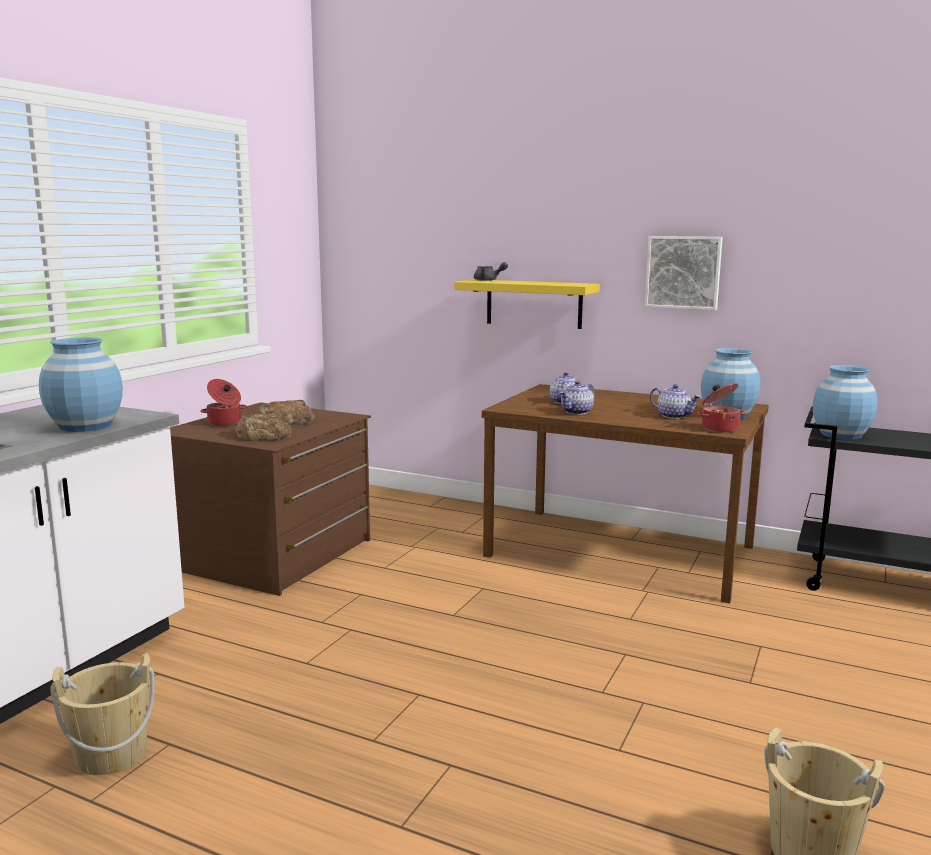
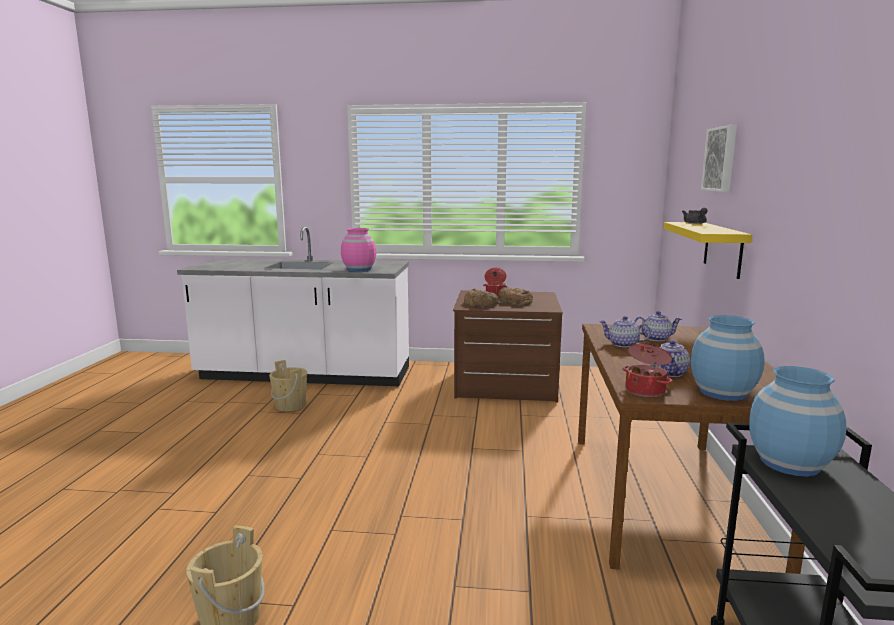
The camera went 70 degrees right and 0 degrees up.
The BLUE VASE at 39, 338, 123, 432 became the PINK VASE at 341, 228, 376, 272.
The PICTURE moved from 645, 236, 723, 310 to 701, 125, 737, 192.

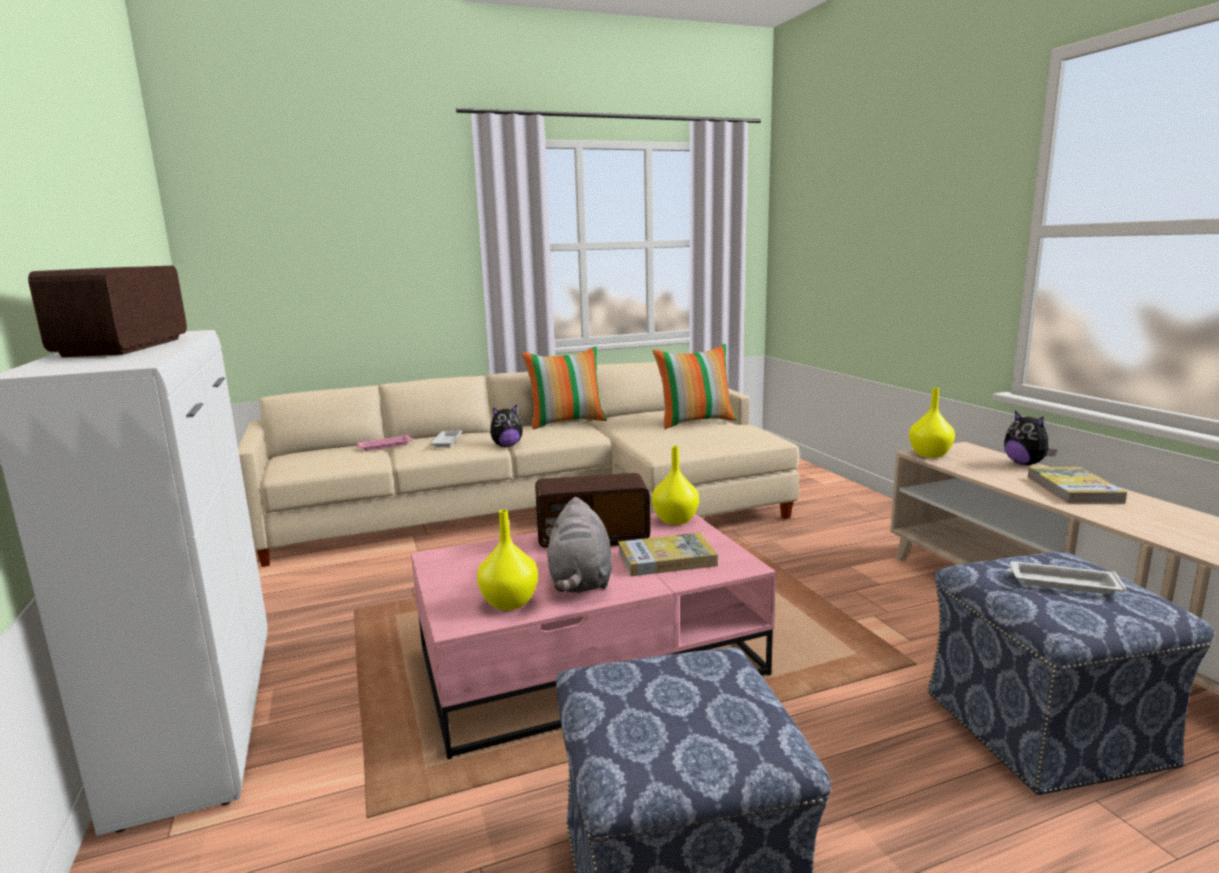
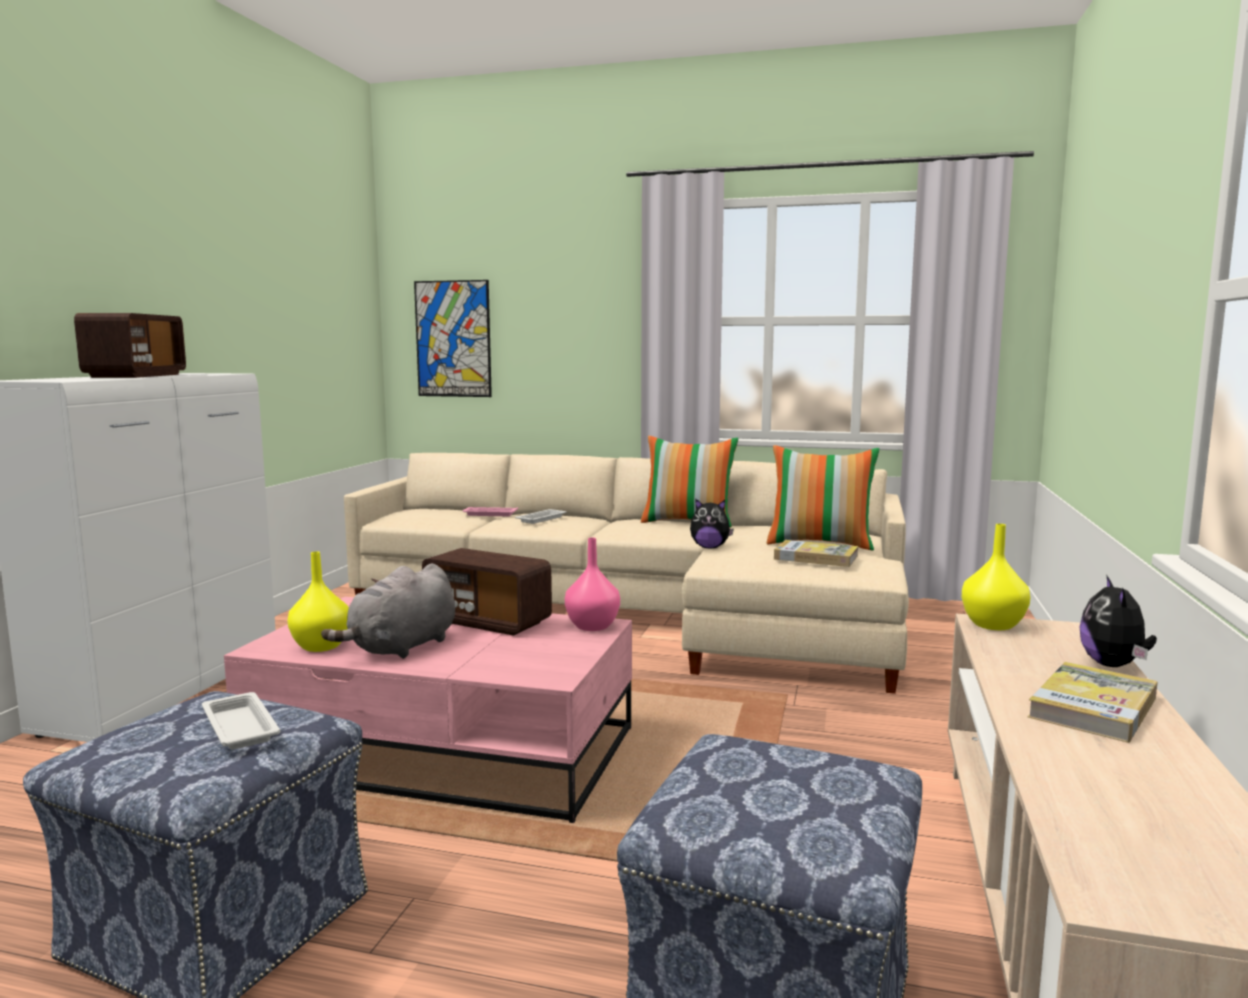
The camera went 35 degrees right and 5 degrees down.
The RADIO at 28, 266, 187, 357 turned 150 degrees clockwise.
The PLUSH TOY moved from 490, 405, 523, 447 to 690, 499, 734, 548.
The BOOK moved from 618, 533, 718, 576 to 774, 540, 858, 567.
The YELLOW VASE at 652, 446, 699, 525 became the PINK VASE at 565, 538, 620, 631.
The WHITE TRAY moved from 1007, 561, 1127, 594 to 202, 692, 280, 750.
The PICTURE at 414, 280, 492, 397 appeared.

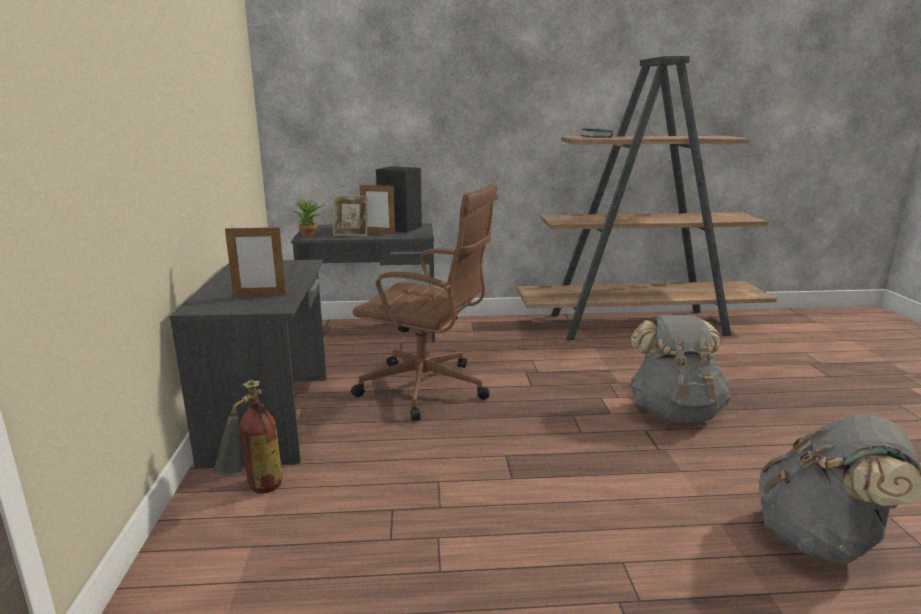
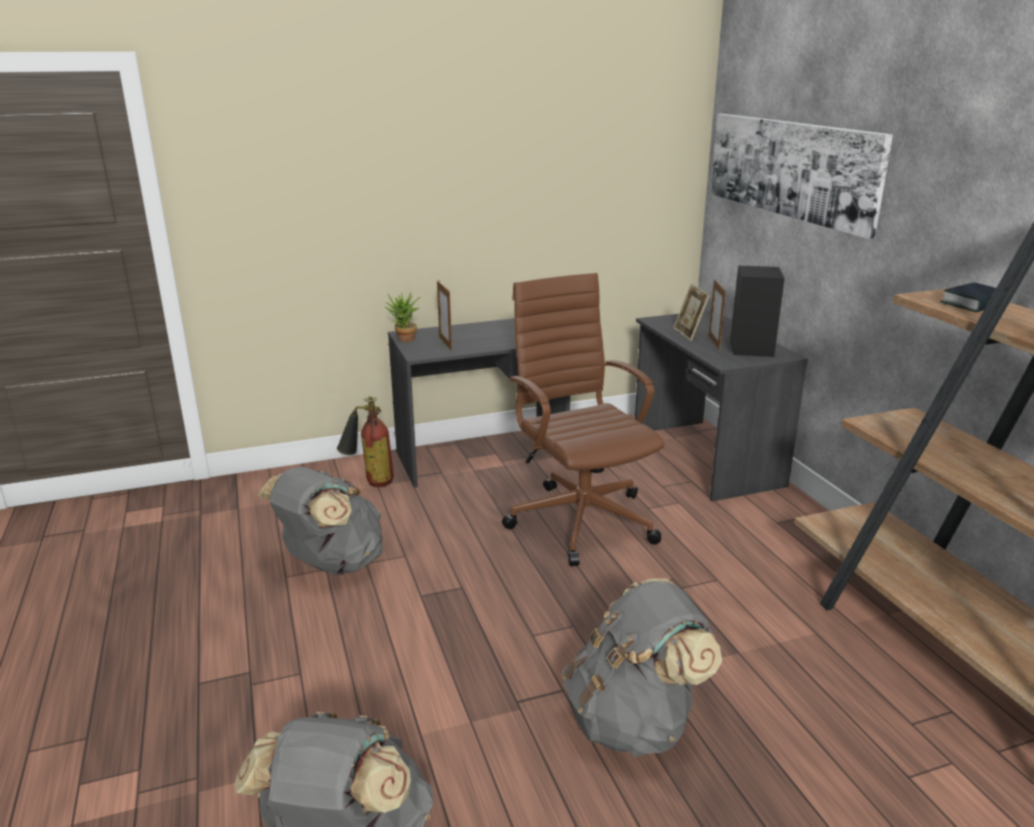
The camera went 75 degrees right and 5 degrees up.
The POTTED PLANT moved from 292, 197, 324, 238 to 384, 293, 420, 342.
The BROWN OFFICE CHAIR at 351, 183, 498, 421 turned 150 degrees clockwise.
The GREY BACKPACK at 258, 467, 383, 575 appeared.
The PICTURE at 710, 114, 893, 239 appeared.

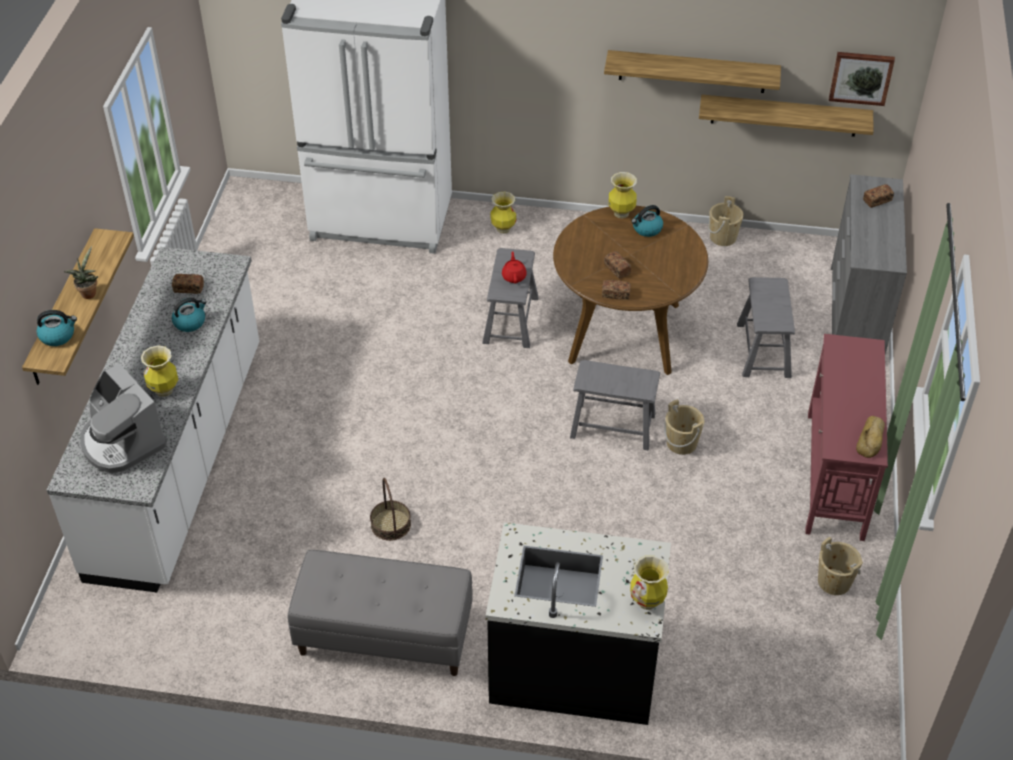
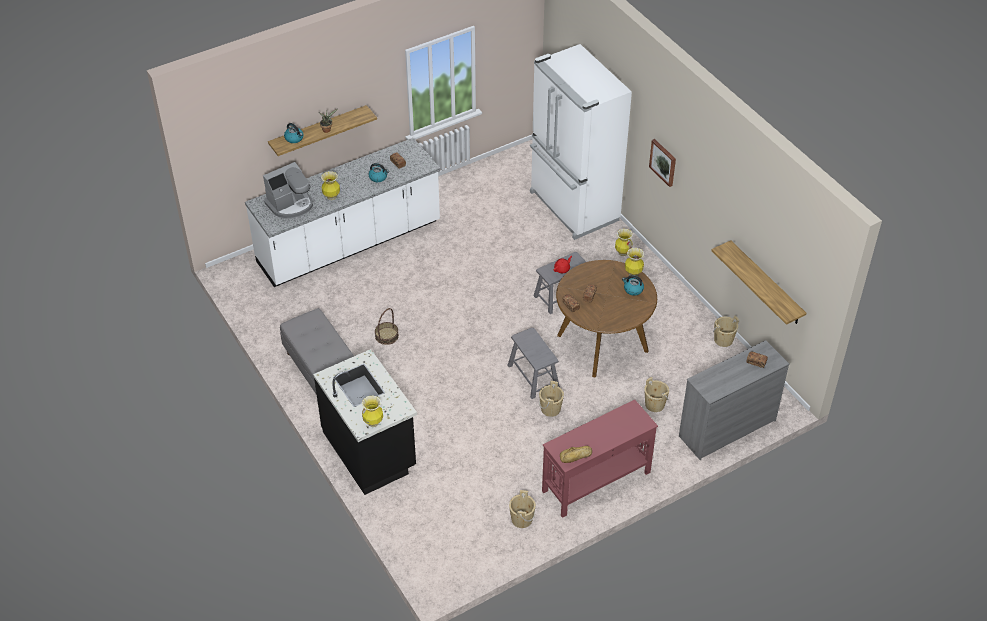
The camera went 50 degrees right and 0 degrees up.
The COFFEE MACHINE at 80, 363, 167, 473 turned 135 degrees counterclockwise.
The SHELF at 604, 50, 781, 93 disappeared.
The GREY STOOL at 737, 277, 795, 378 was replaced by the BEIGE BUCKET at 644, 377, 669, 412.
The PICTURE moved from 829, 52, 895, 106 to 649, 139, 676, 187.

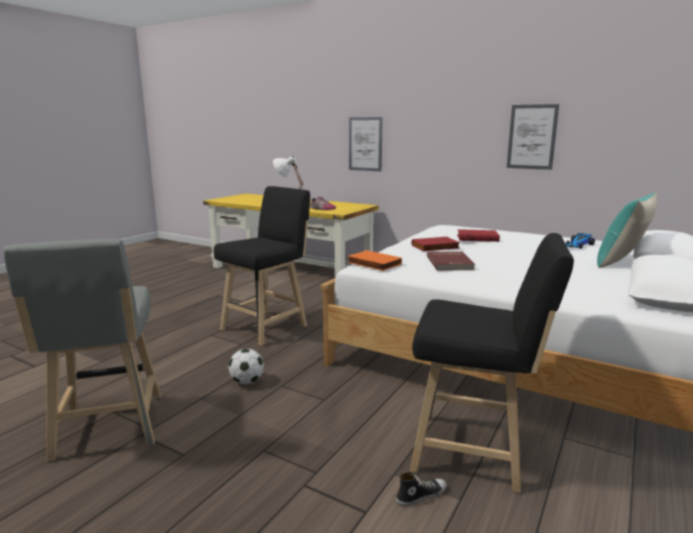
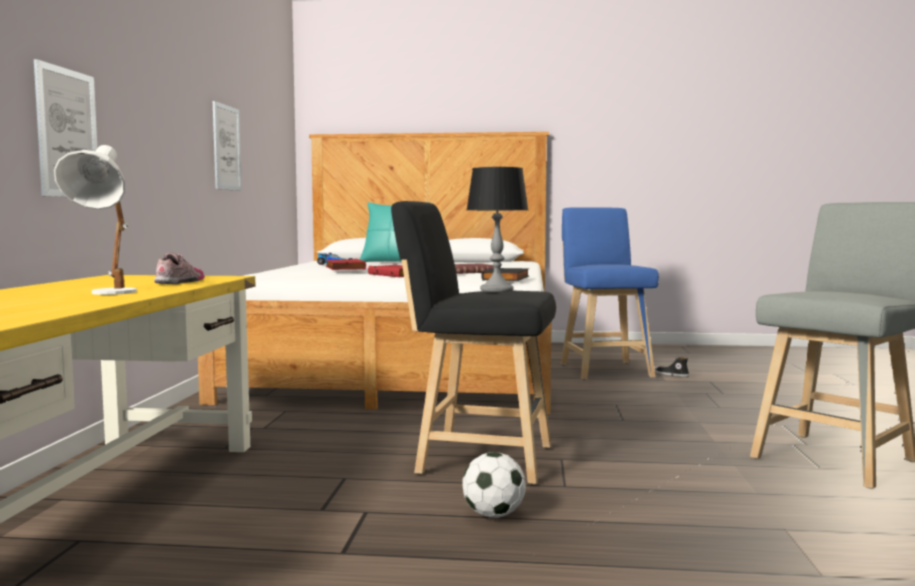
The camera went 115 degrees left and 10 degrees down.
The FOOTBALL moved from 228, 349, 264, 384 to 462, 452, 526, 518.
The ORANGE BOOK at 347, 250, 402, 271 became the BLACK BOOK at 481, 268, 529, 281.
The BLACK STOOL at 410, 233, 574, 493 became the BLUE STOOL at 561, 207, 659, 380.
The TABLE LAMP at 466, 167, 528, 292 appeared.

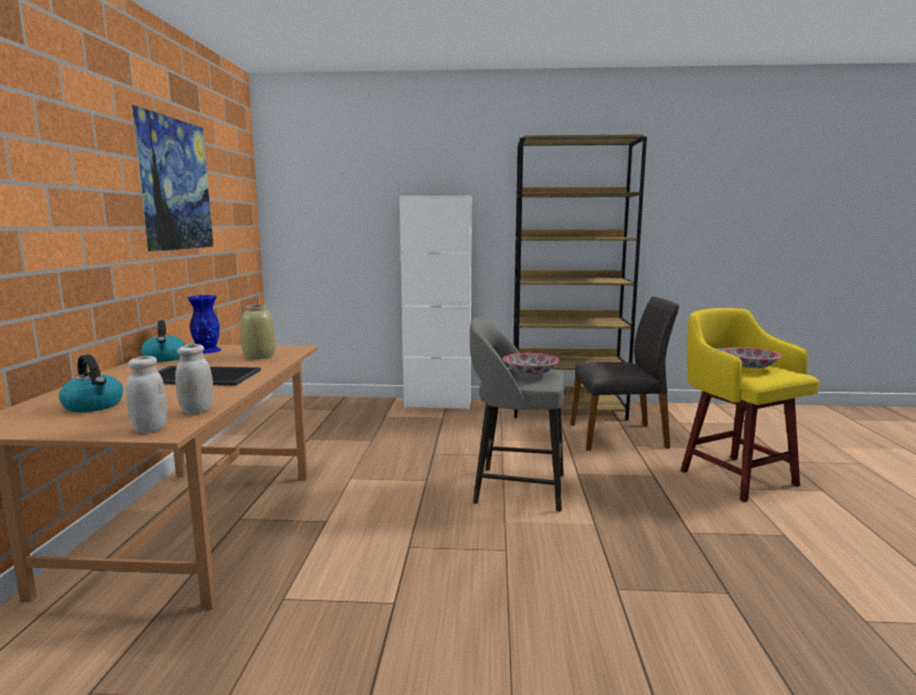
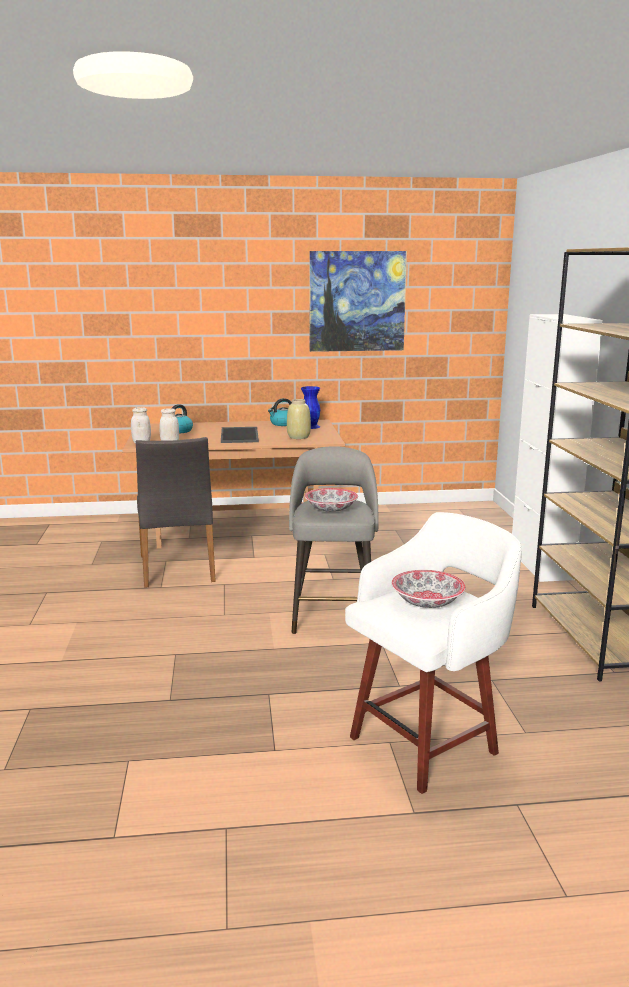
The camera went 80 degrees right and 5 degrees up.
The GREY CHAIR moved from 570, 296, 680, 450 to 136, 437, 216, 588.
The YELLOW STOOL at 680, 308, 820, 502 became the WHITE STOOL at 345, 512, 522, 794.

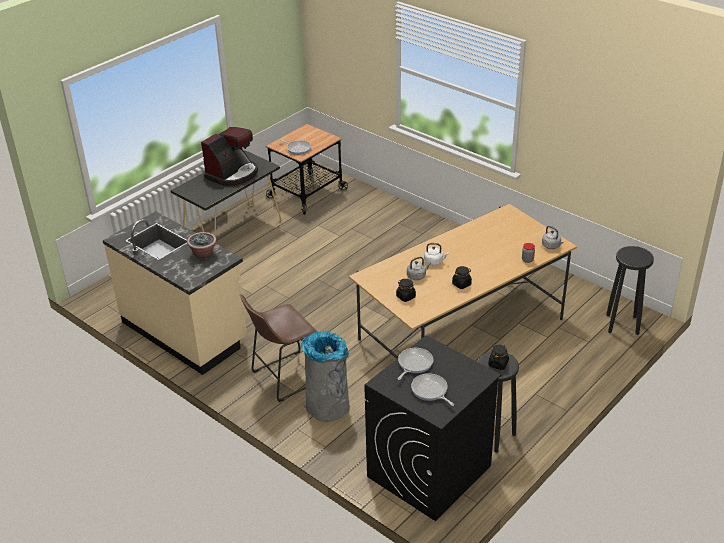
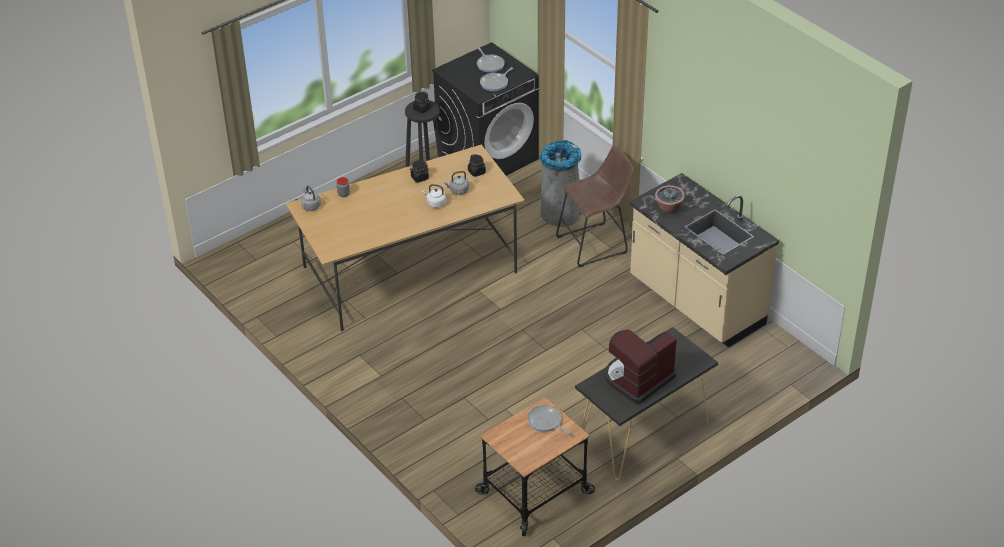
The camera went 170 degrees left and 5 degrees up.
The BLACK STOOL at 606, 246, 654, 335 disappeared.

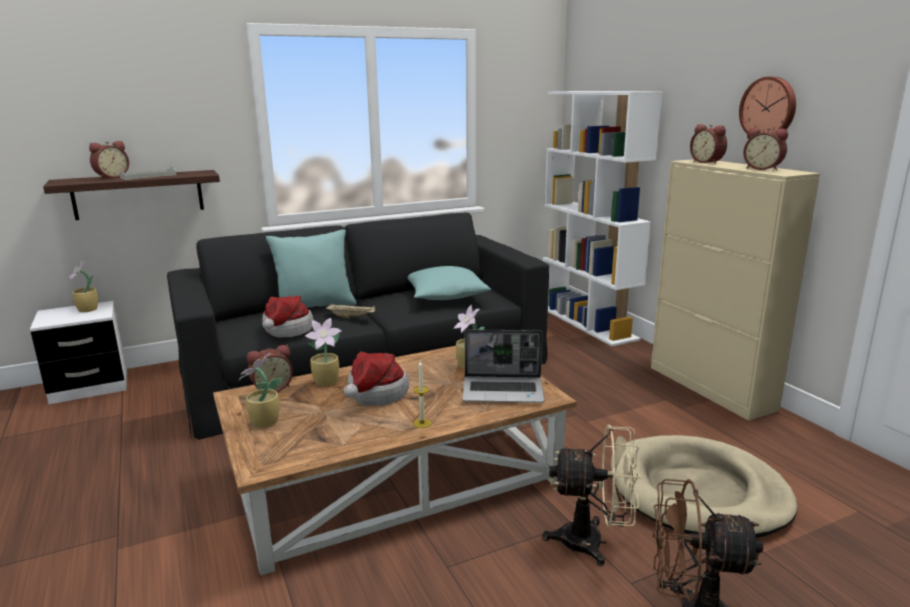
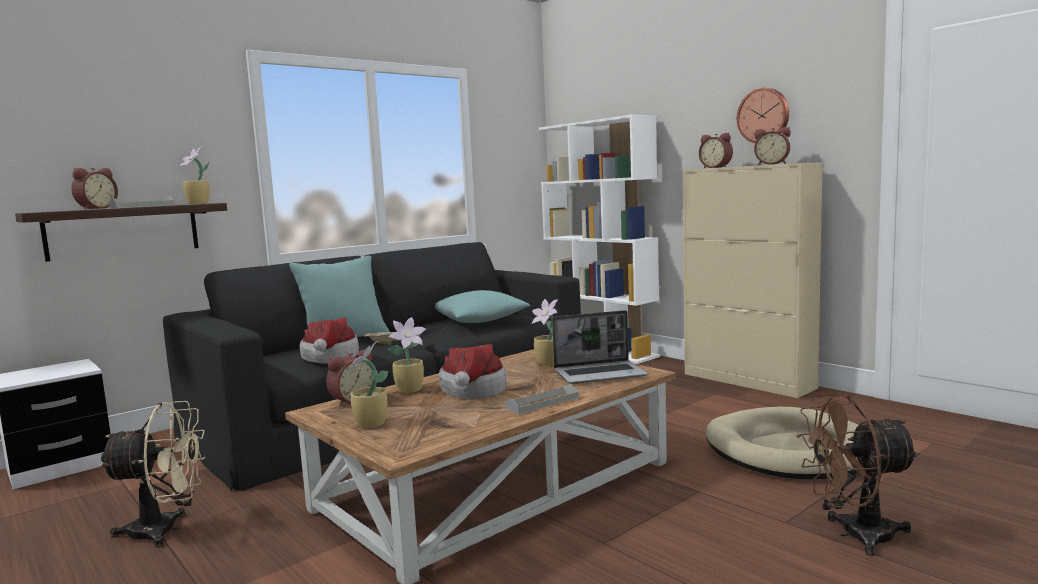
The camera went 15 degrees left and 10 degrees down.
The POTTED PLANT moved from 68, 259, 98, 312 to 179, 147, 210, 204.
The CANDLE at 413, 361, 431, 428 was replaced by the GREY TRAY at 505, 383, 578, 415.
The BEIGE FAN moved from 542, 424, 640, 566 to 98, 401, 206, 548.

